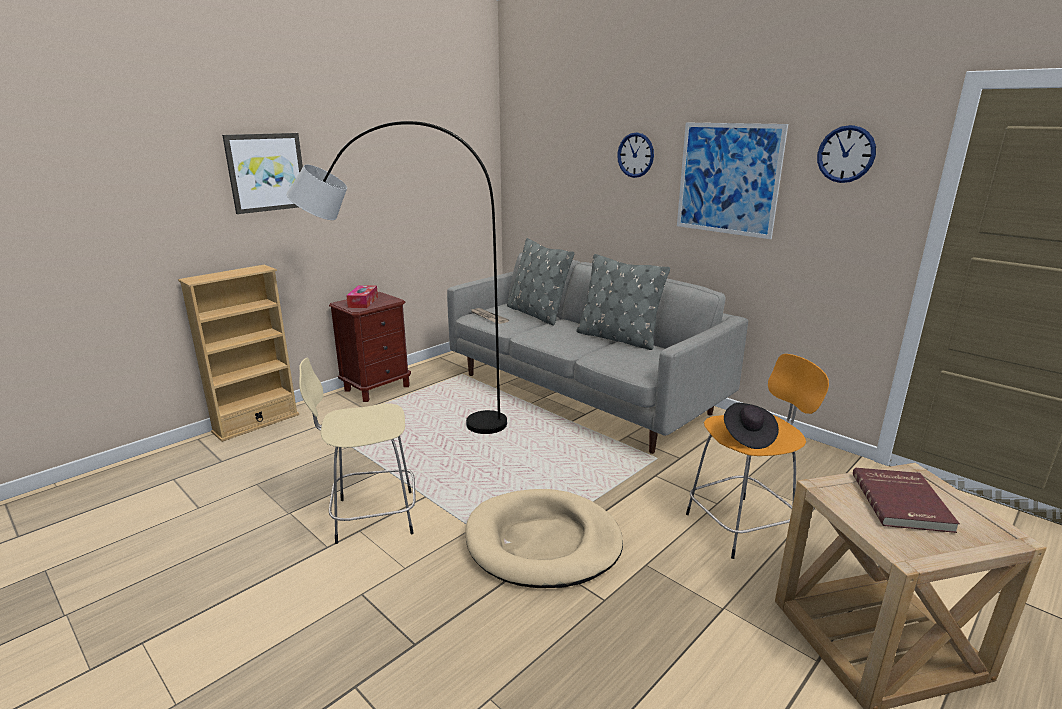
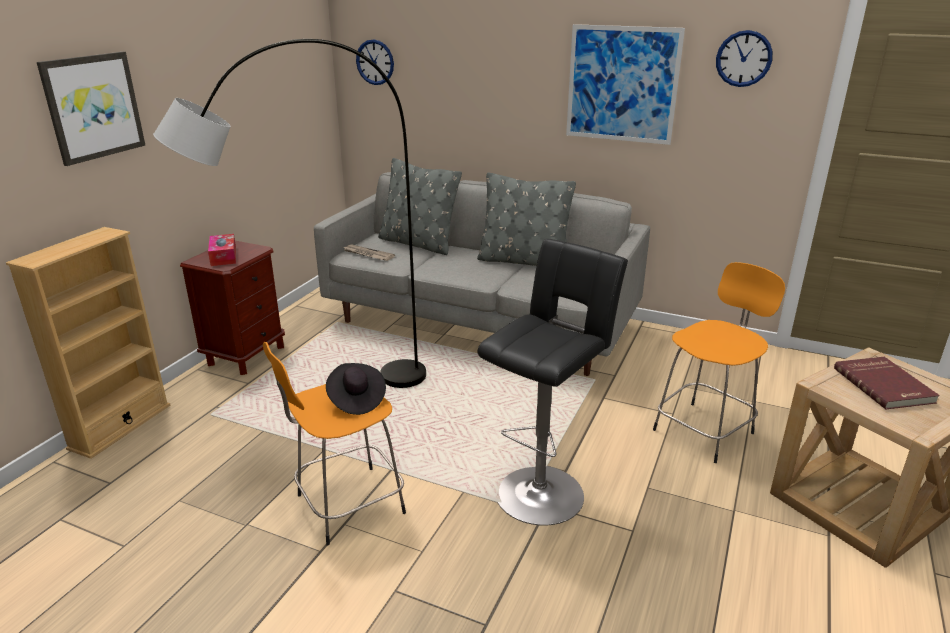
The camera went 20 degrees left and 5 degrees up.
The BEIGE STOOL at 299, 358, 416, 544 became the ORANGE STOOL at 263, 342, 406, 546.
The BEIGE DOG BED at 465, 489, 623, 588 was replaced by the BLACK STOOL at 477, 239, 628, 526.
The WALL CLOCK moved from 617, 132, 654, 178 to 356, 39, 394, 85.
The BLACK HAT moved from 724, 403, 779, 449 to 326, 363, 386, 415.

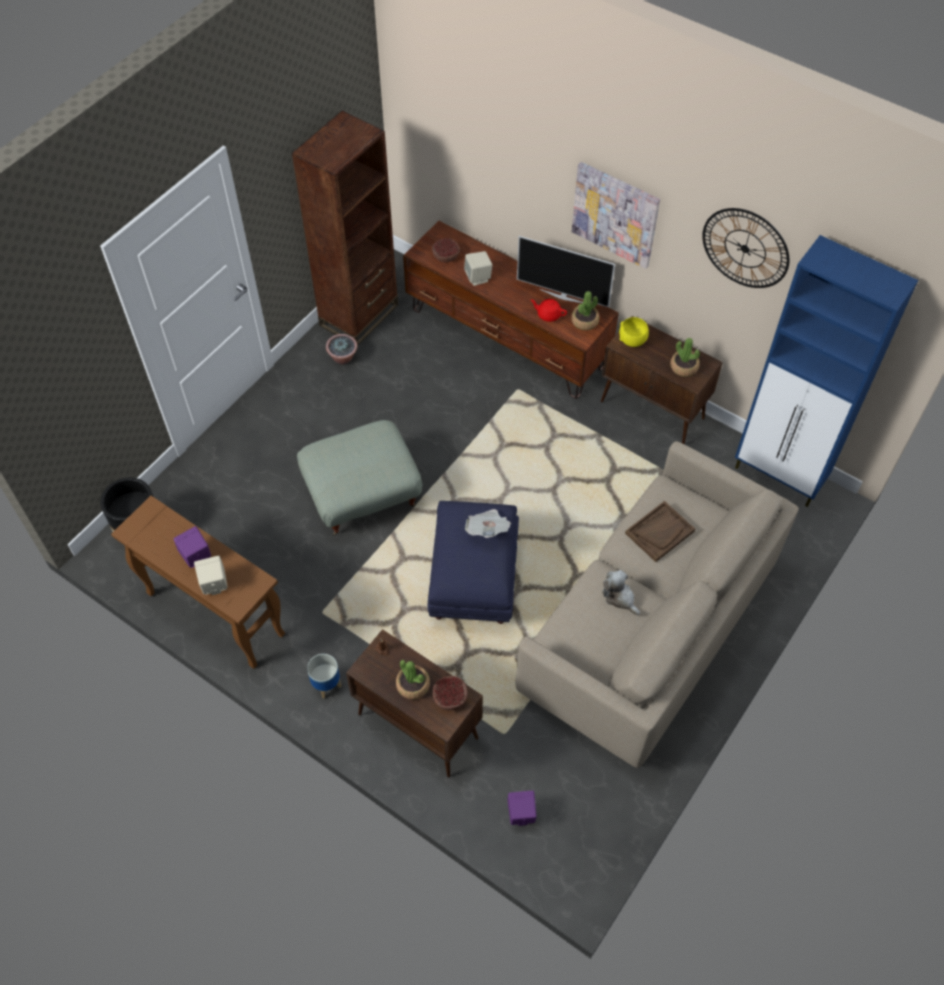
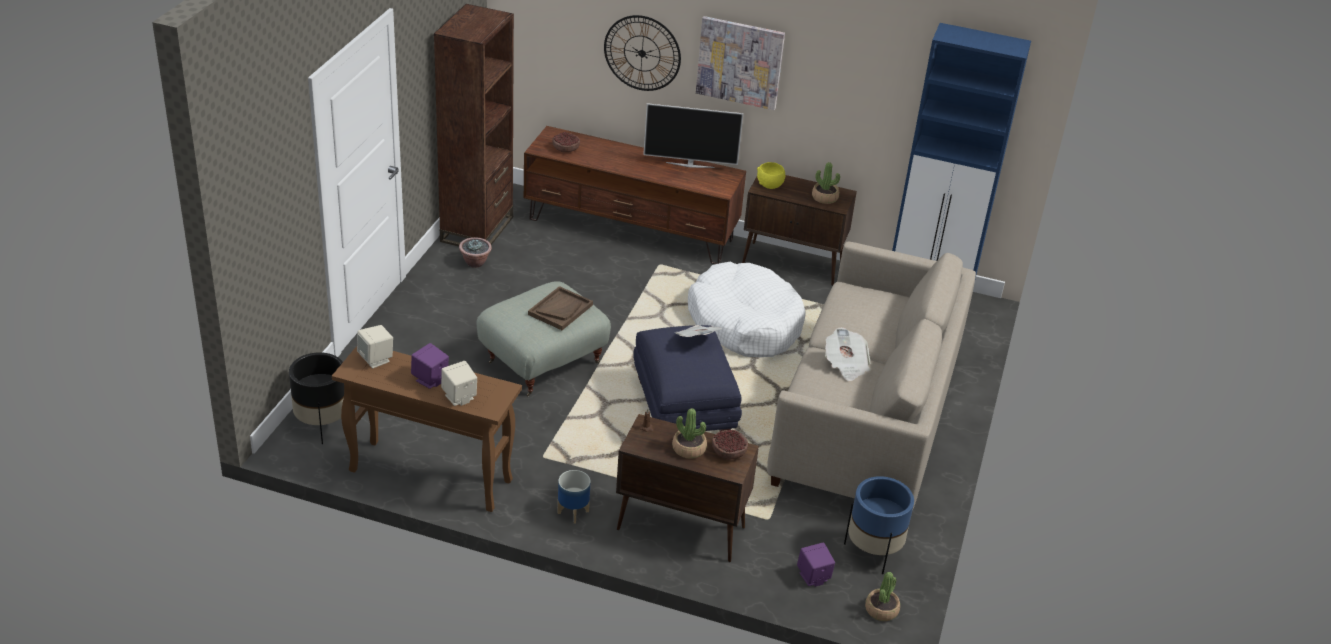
The camera went 20 degrees left and 20 degrees down.
The BEIGE SPEAKER moved from 464, 251, 492, 286 to 357, 325, 393, 368.
The RED TEAPOT at 531, 299, 567, 322 disappeared.
The POTTED PLANT moved from 571, 291, 599, 330 to 865, 572, 900, 621.
The PLUSH TOY at 602, 570, 640, 615 was replaced by the NEWSPAPER at 825, 327, 870, 381.
The BROWN TRAY moved from 625, 501, 695, 562 to 528, 286, 593, 330.
The WALL CLOCK moved from 702, 208, 789, 288 to 604, 15, 681, 91.
The WHITE DOG BED at 688, 262, 806, 357 appeared.
The BLUE PLANTER at 844, 476, 914, 574 appeared.

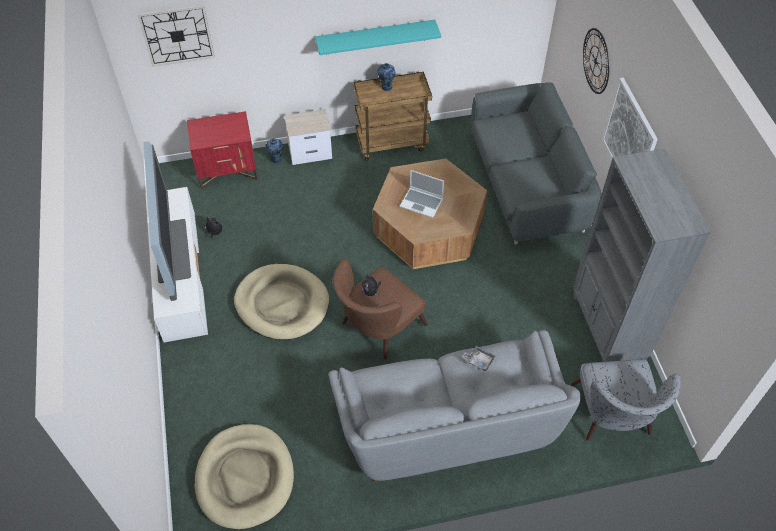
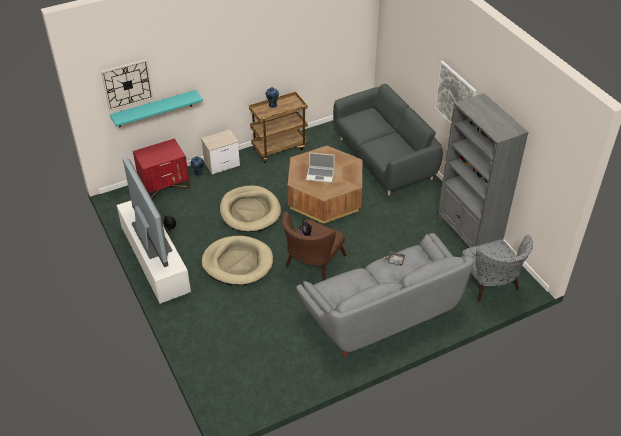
The camera went 15 degrees left and 10 degrees down.
The BEIGE DOG BED moved from 195, 424, 294, 530 to 220, 186, 281, 232.
The TURQUOISE SHELF moved from 315, 20, 441, 55 to 110, 90, 203, 127.
The WALL CLOCK at 583, 28, 610, 94 disappeared.

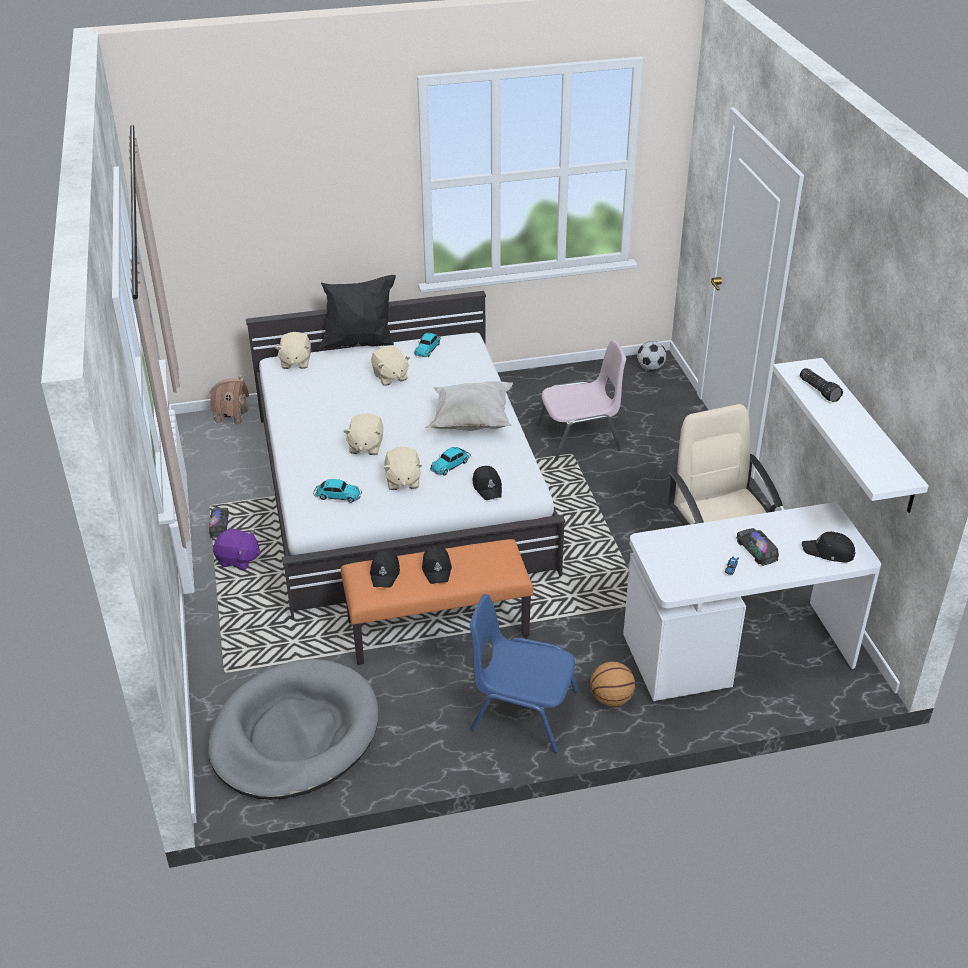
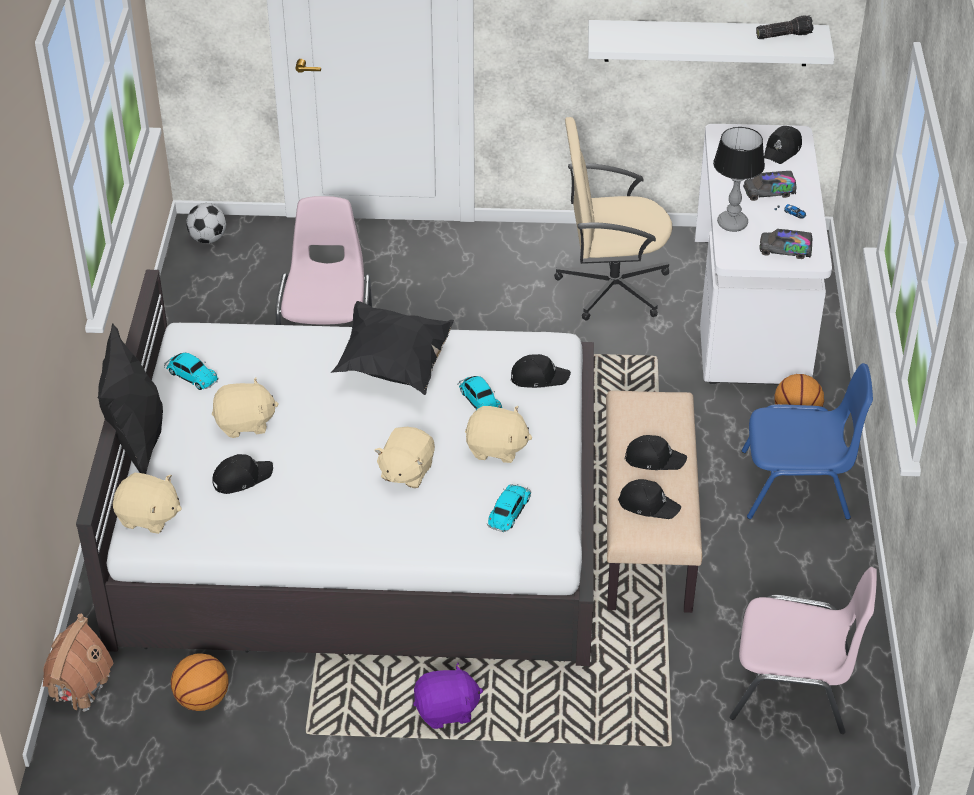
The camera went 75 degrees left and 5 degrees up.
The GREY DOG BED at 208, 659, 378, 800 was replaced by the PINK CHAIR at 730, 567, 877, 734.
The TOY TRUCK moved from 209, 508, 229, 538 to 759, 229, 813, 259.
The PURPLE PLUSH TOY at 213, 528, 261, 570 turned 45 degrees clockwise.
The ORANGE BENCH at 341, 539, 533, 665 became the BEIGE BENCH at 606, 390, 702, 613.
The BEIGE PLUSH TOY at 343, 413, 384, 455 turned 90 degrees clockwise.
The WHITE PILLOW at 425, 381, 513, 431 became the BLACK PILLOW at 331, 301, 454, 395.
The BLUE CHAIR at 470, 594, 578, 753 turned 120 degrees counterclockwise.
The FLASHLIGHT moved from 800, 368, 843, 402 to 756, 15, 813, 39.
The BASKETBALL at 171, 654, 228, 711 appeared.
The BLACK CAP at 212, 454, 273, 494 appeared.
The TABLE LAMP at 713, 127, 765, 232 appeared.

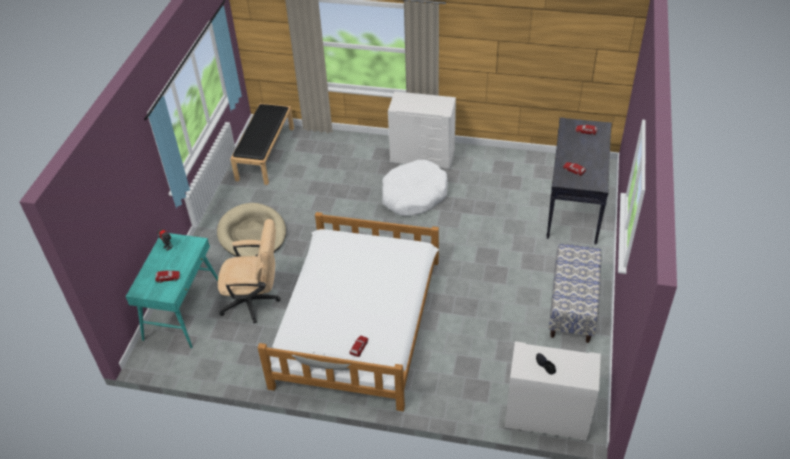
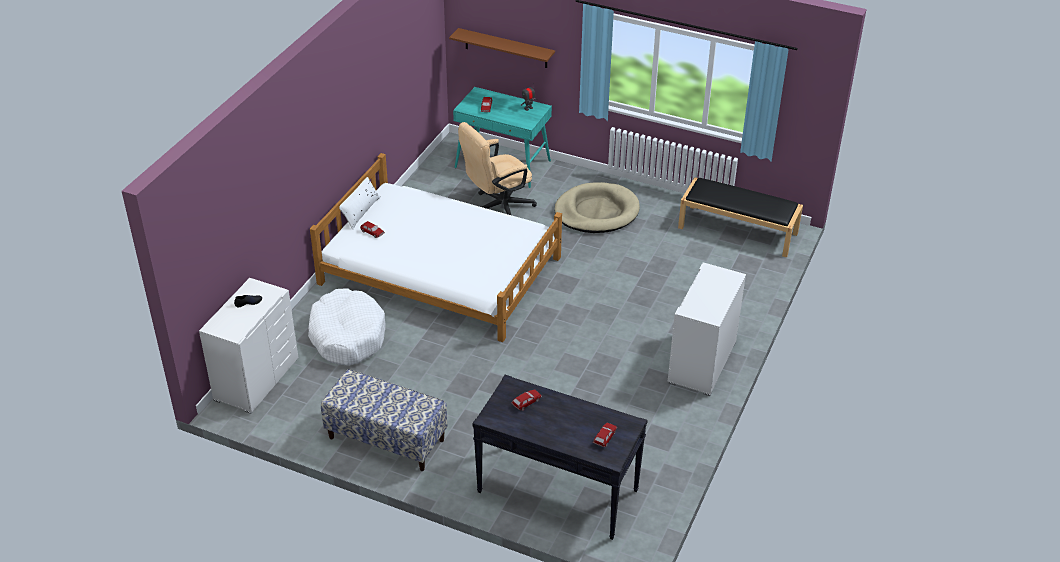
The camera went 100 degrees right and 5 degrees down.
The BEIGE OFFICE CHAIR at 218, 219, 281, 323 turned 45 degrees clockwise.
The WHITE DOG BED moved from 382, 160, 448, 216 to 308, 288, 385, 366.
The BROWN SHELF at 449, 28, 555, 68 appeared.

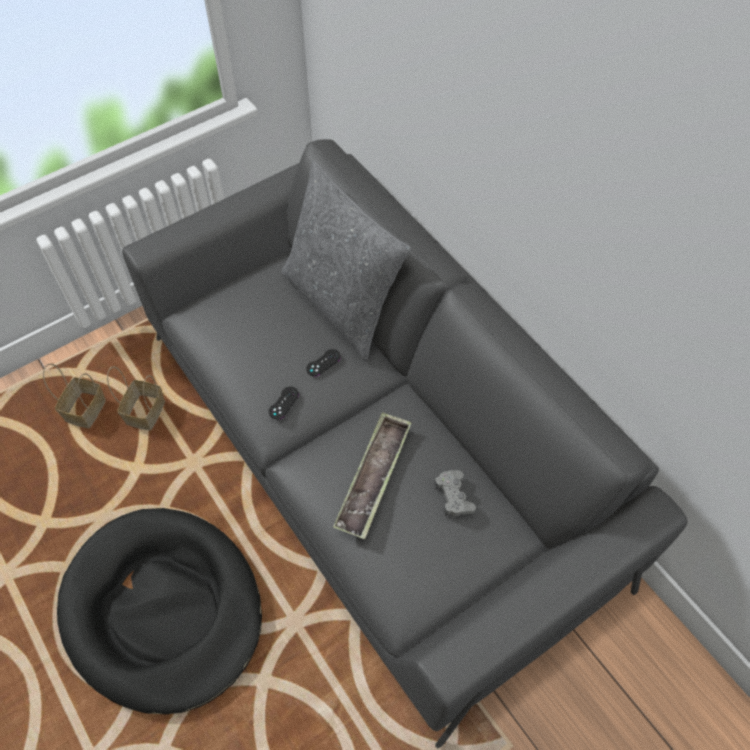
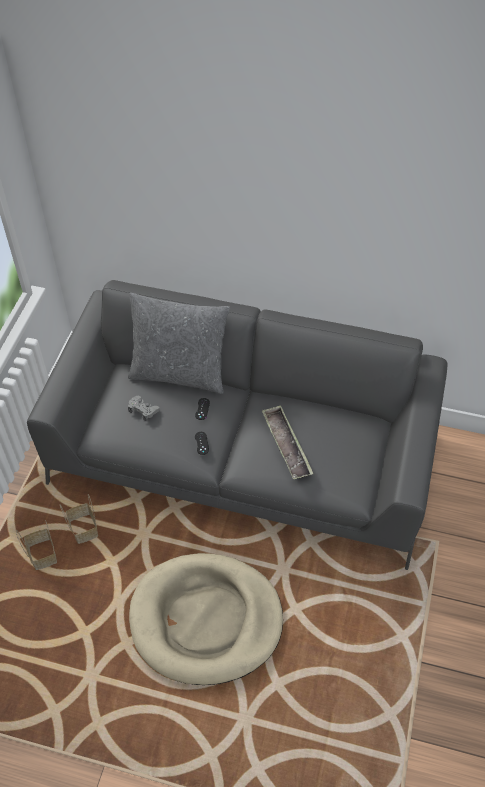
The camera went 40 degrees left and 5 degrees down.
The BLACK DOG BED at 57, 508, 262, 714 became the BEIGE DOG BED at 129, 553, 283, 685.
The GREY GAME CONTROLLER moved from 434, 470, 476, 516 to 128, 396, 159, 421.

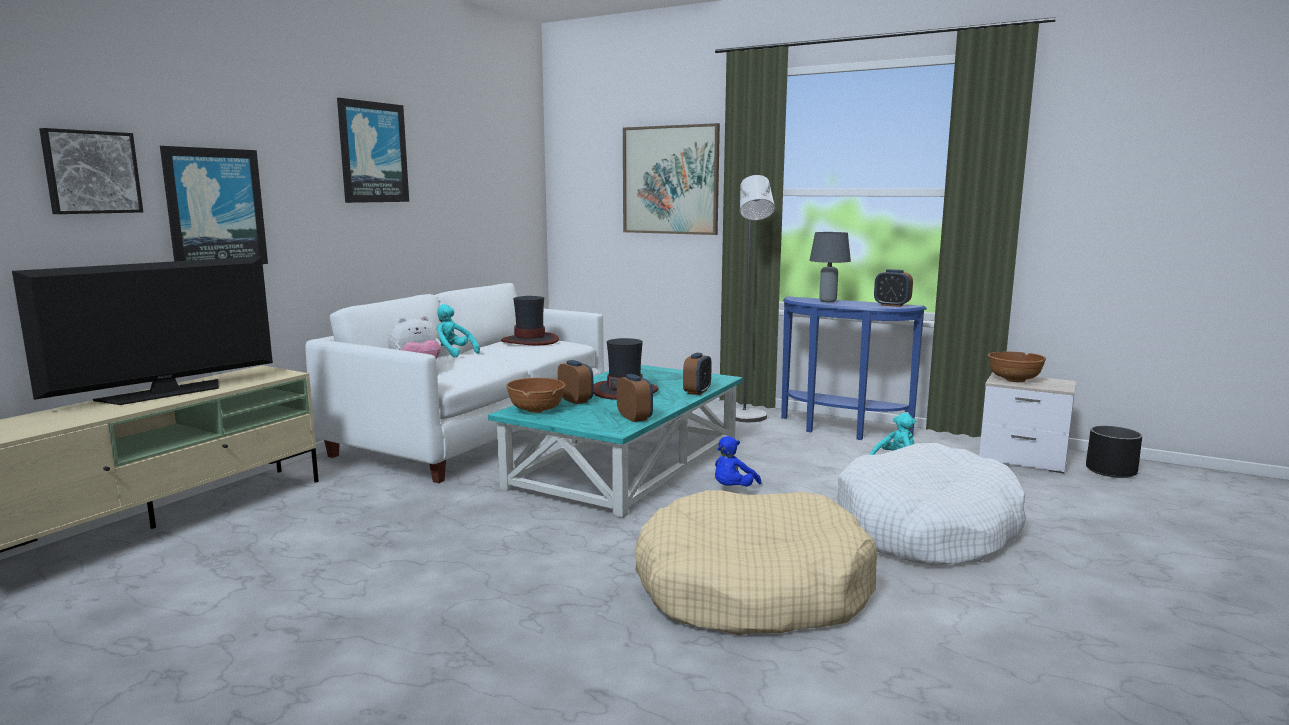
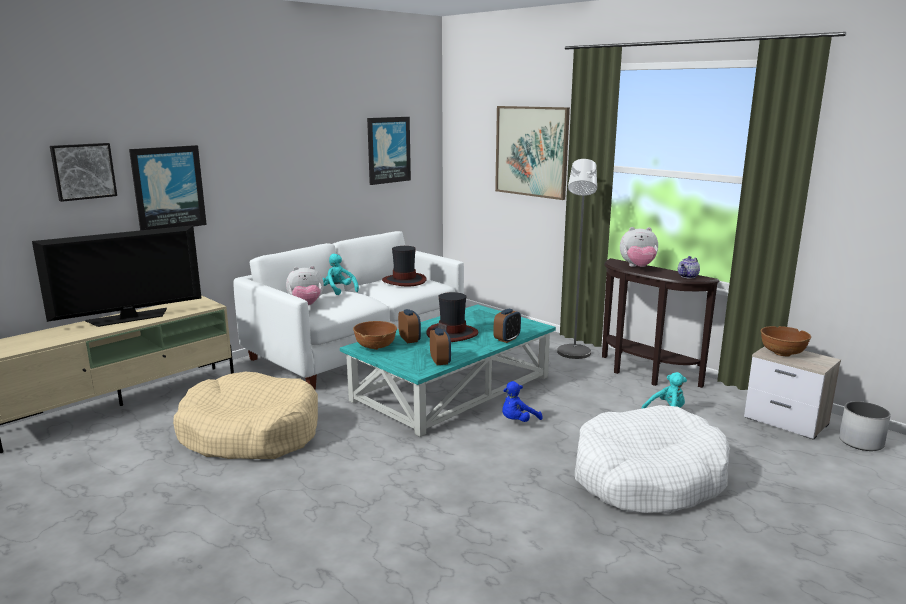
The camera went 15 degrees right and 5 degrees up.
The PICTURE moved from 337, 98, 409, 203 to 367, 117, 411, 185.
The BEIGE DOG BED moved from 635, 490, 878, 635 to 173, 372, 318, 459.
The BLUE CONSOLE TABLE at 781, 296, 927, 440 became the BROWN CONSOLE TABLE at 602, 258, 720, 388.
The GREY TABLE LAMP at 809, 232, 851, 302 was replaced by the PLUSH TOY at 620, 227, 658, 267.
The ALARM CLOCK at 874, 269, 913, 307 was replaced by the TEAPOT at 678, 256, 700, 278.
The BLACK PLANTER at 1086, 426, 1142, 478 became the WHITE PLANTER at 839, 401, 891, 451.

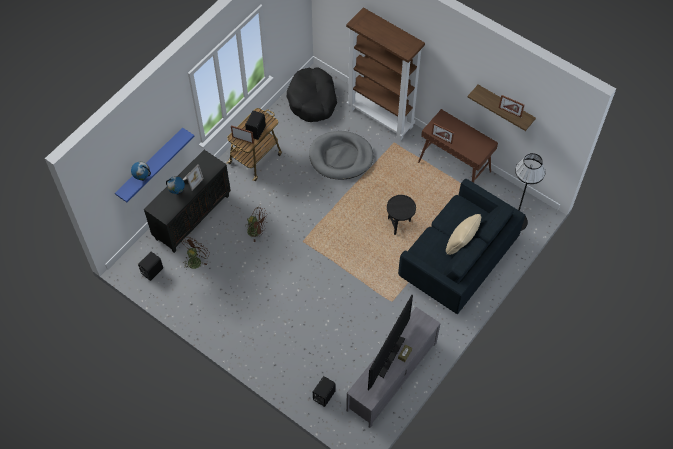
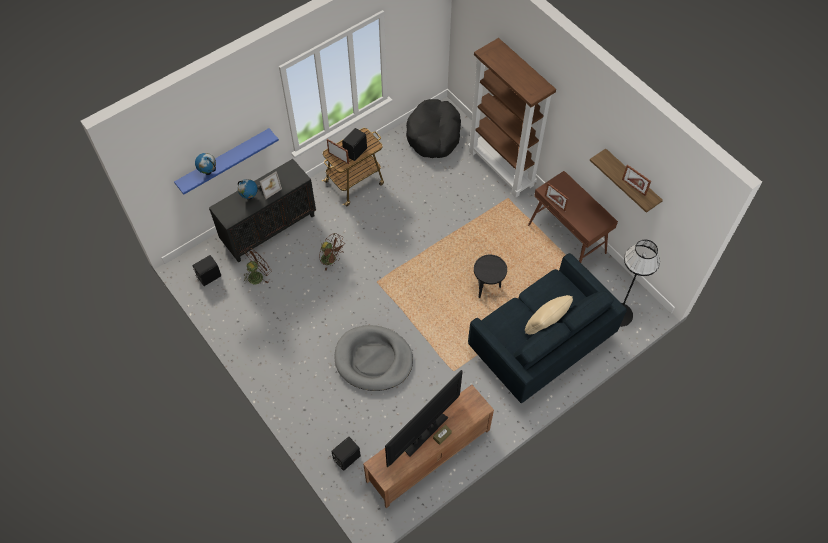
The camera went 15 degrees right and 0 degrees up.
The GREY DOG BED moved from 309, 131, 373, 180 to 335, 325, 413, 391.
The GREY TV STAND at 346, 307, 441, 428 became the BROWN TV STAND at 363, 385, 494, 508.

